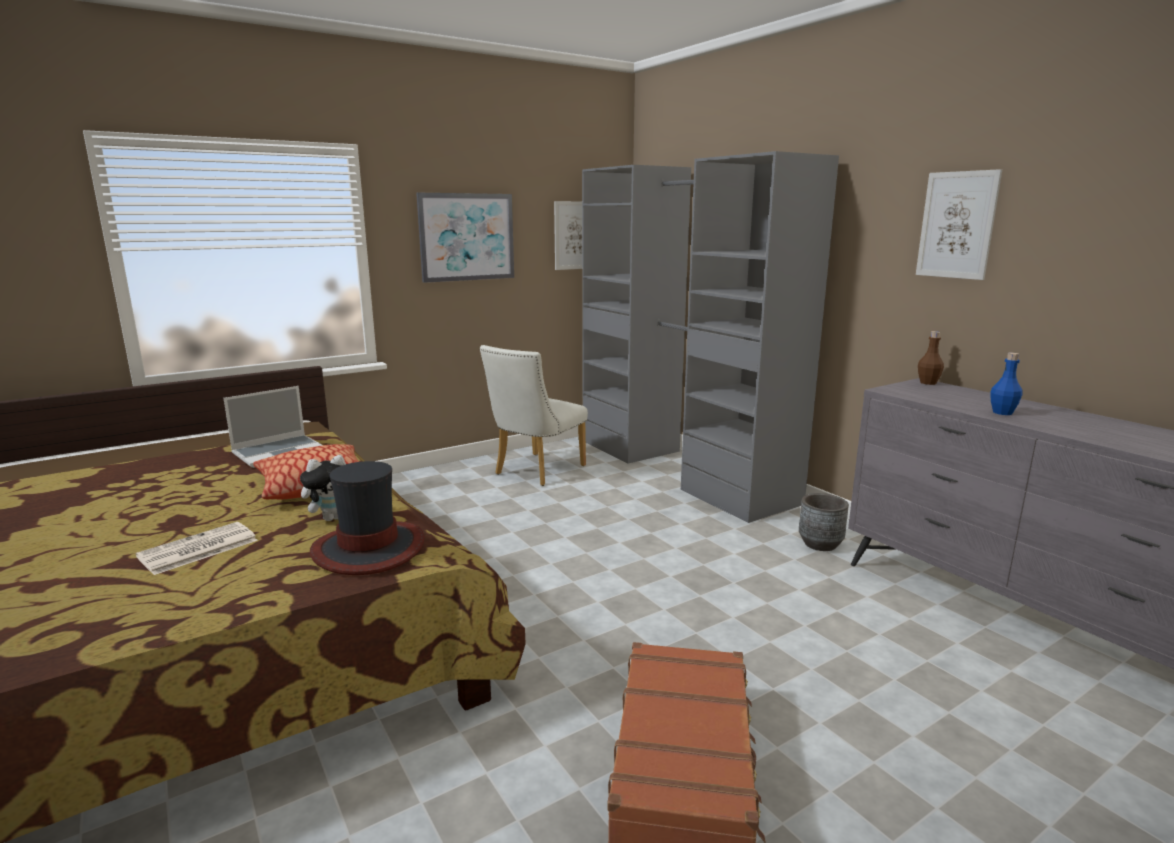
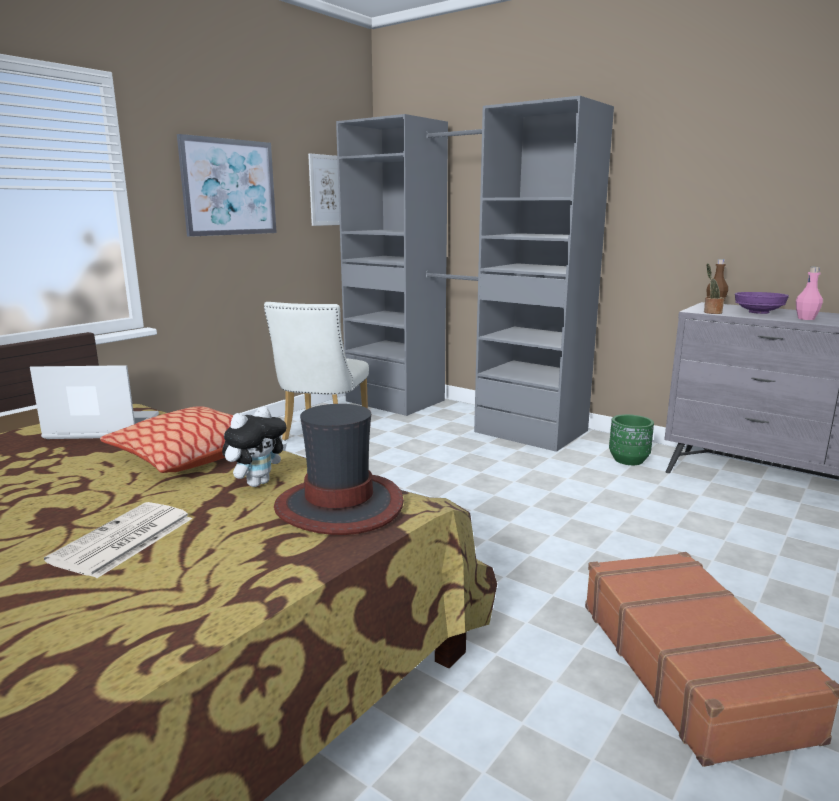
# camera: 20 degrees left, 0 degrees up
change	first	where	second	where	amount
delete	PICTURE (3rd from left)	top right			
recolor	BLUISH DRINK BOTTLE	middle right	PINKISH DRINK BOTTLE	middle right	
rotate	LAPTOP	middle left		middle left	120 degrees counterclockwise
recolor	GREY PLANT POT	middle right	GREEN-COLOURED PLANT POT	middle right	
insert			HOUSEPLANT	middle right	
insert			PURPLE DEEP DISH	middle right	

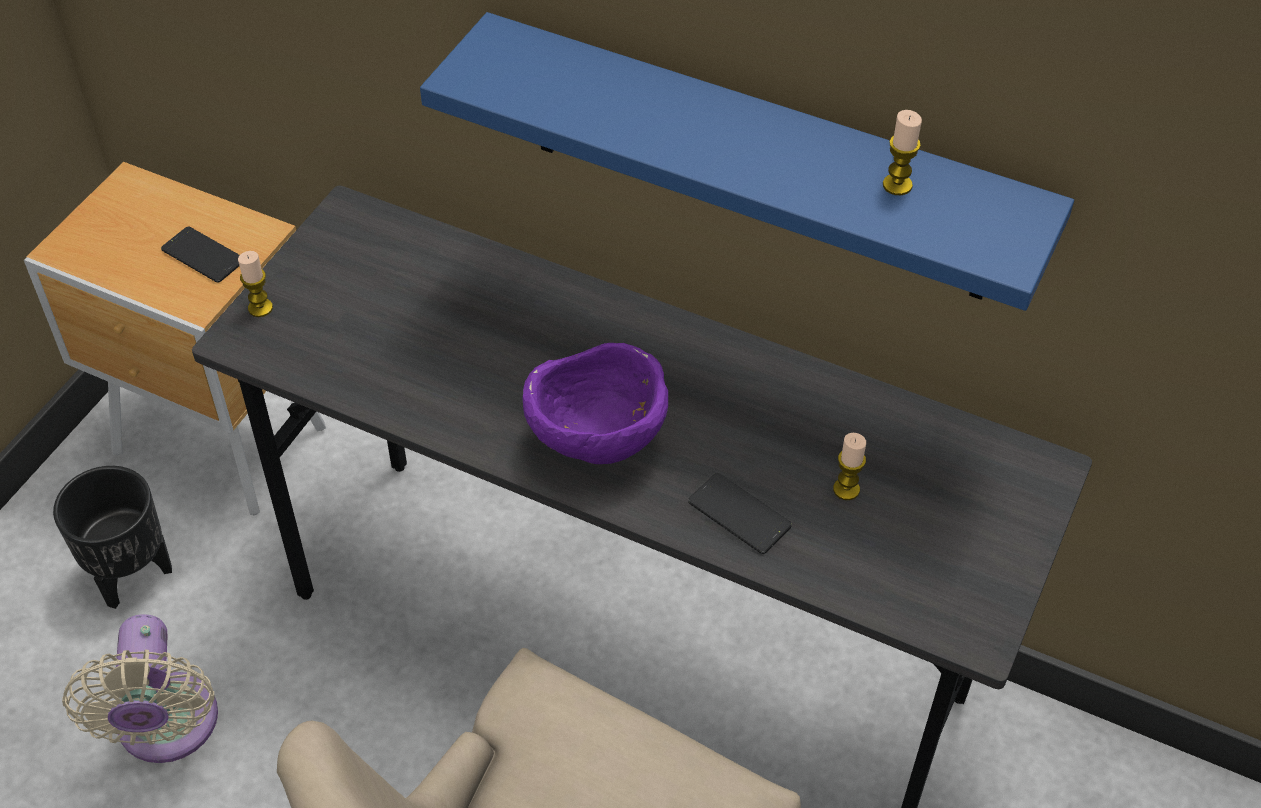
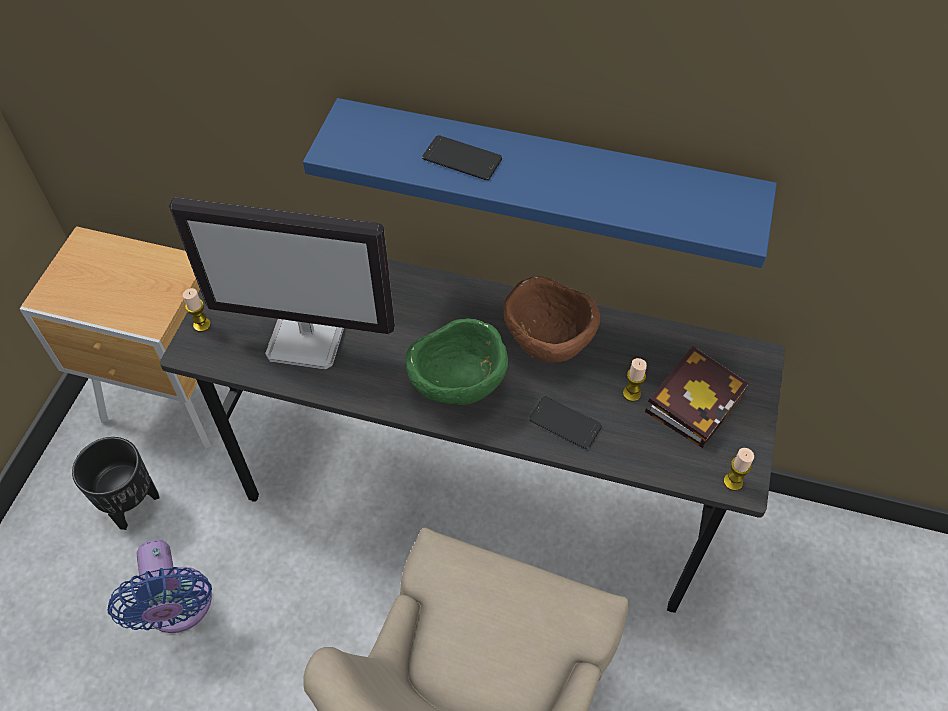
# camera: 10 degrees left, 5 degrees up
change	first	where	second	where	amount
move	WAX LIGHT (3rd from left)	top right		middle right	
move	TELEPHONE (1st from left)	top left		top centre	
recolor	PURPLE DEEP DISH	centre	GREEN-COLOURED DEEP DISH	centre	
recolor	SAND-COLOURED ELECTRIC FAN	bottom left	BLUISH ELECTRIC FAN	bottom left	
insert			COMPUTER SCREEN	middle left	
insert			BROWN DEEP DISH	centre	
insert			BOOK	middle right	

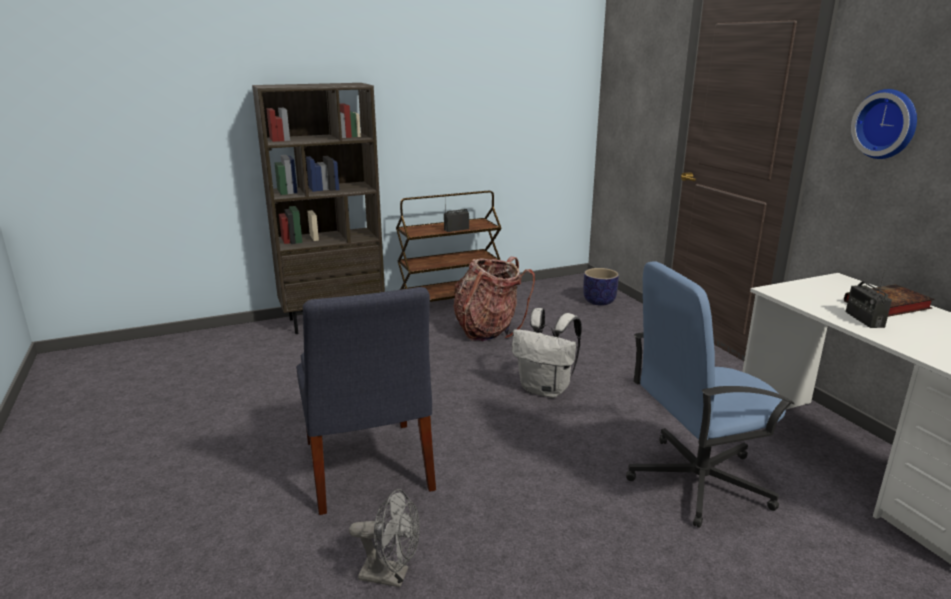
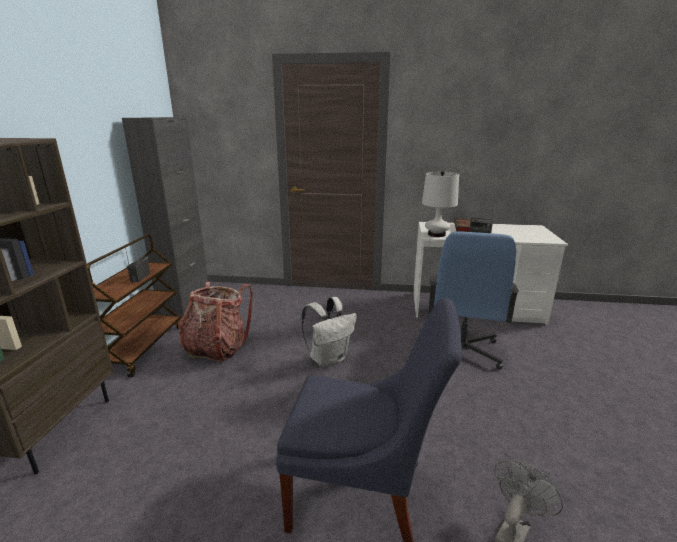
# camera: 60 degrees left, 0 degrees up
change	first	where	second	where	amount
delete	WALL CLOCK	top right			
delete	PLANT POT	centre			
insert			BLACK-COLOURED STORAGE CABINET	middle left	
insert			WHITISH TABLETOP LAMP	centre	

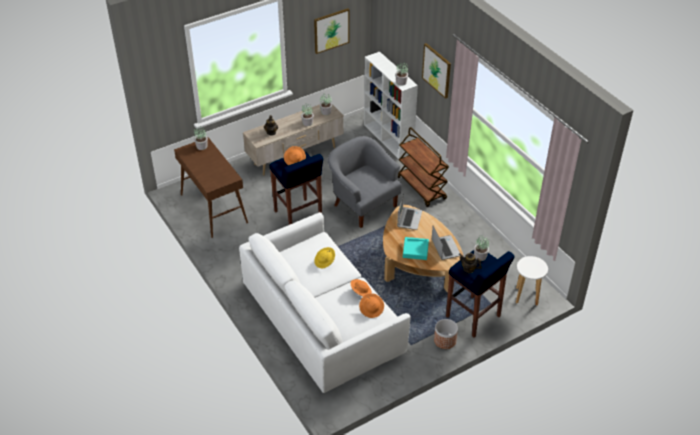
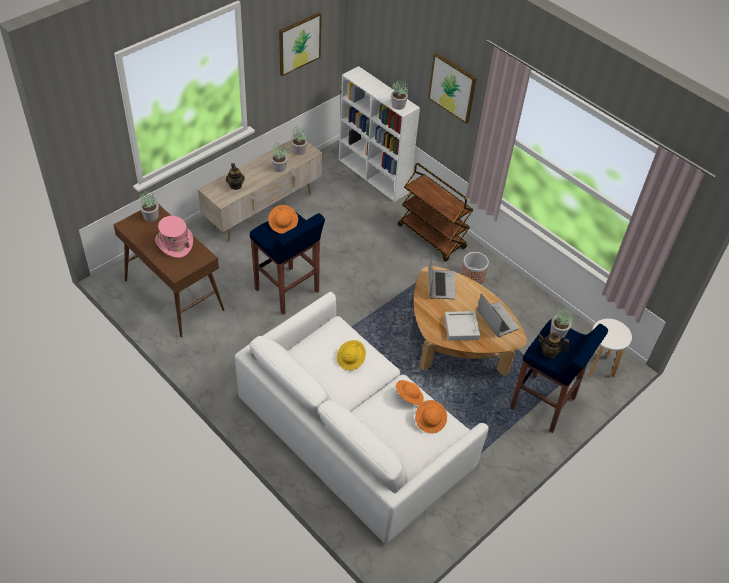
# camera: 15 degrees left, 5 degrees up
change	first	where	second	where	amount
delete	GREY EASY CHAIR	centre			
recolor	BLUE-GREEN SERVING TRAY	centre	GREY SERVING TRAY	centre	
move	PLANT POT	bottom centre		centre	
insert			PINKISH WEARABLE HAT	middle left	

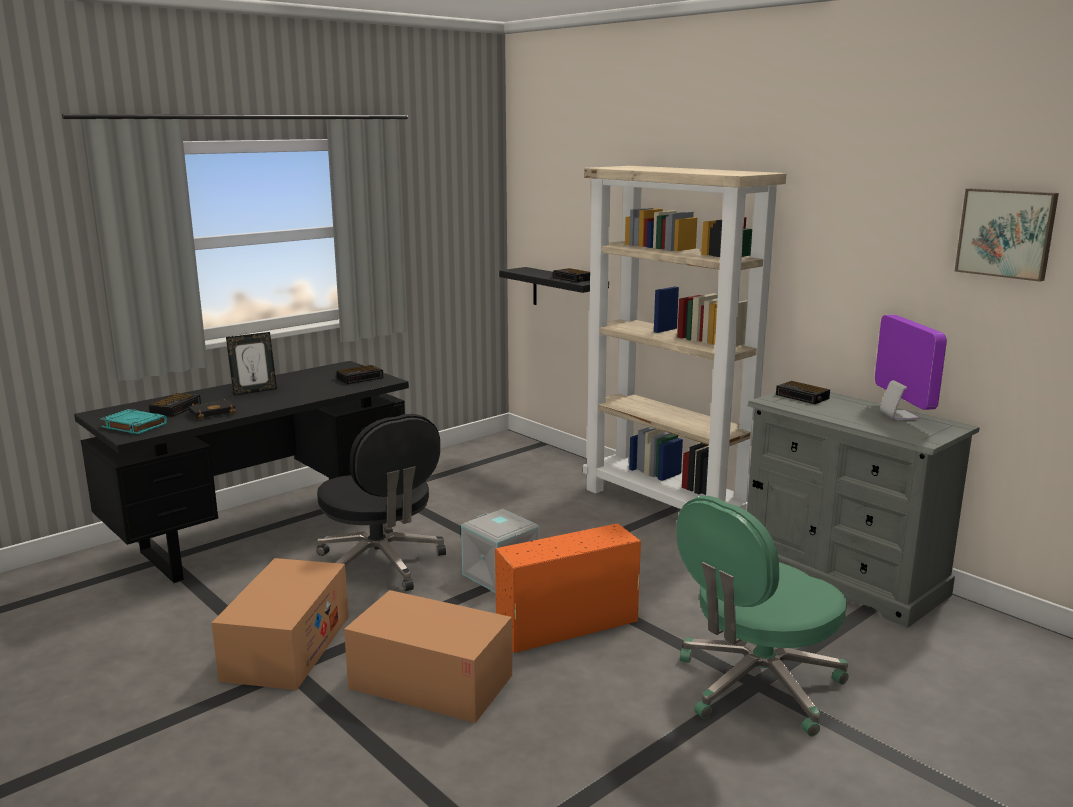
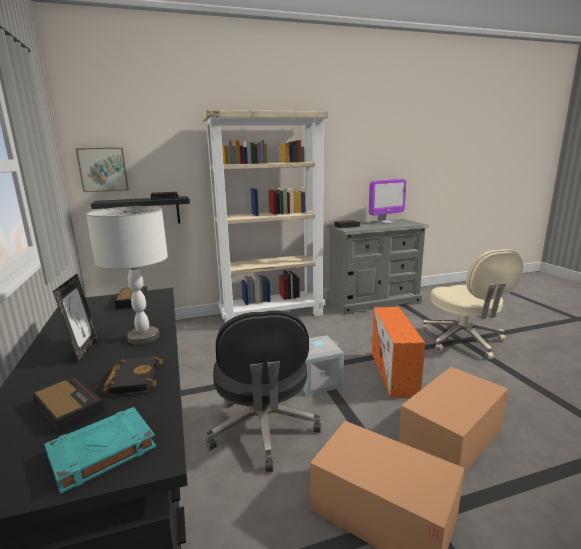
# camera: 65 degrees left, 0 degrees up
change	first	where	second	where	amount
move	PICTURE	top right		top left	
rotate	COMPUTER SCREEN	middle right		centre	135 degrees clockwise
rotate	BLACK-COLOURED DESK CHAIR	centre		bottom centre	90 degrees clockwise
recolor	GREEN-COLOURED DESK CHAIR	bottom right	SAND-COLOURED DESK CHAIR	middle right	
insert			GREY TABLETOP LAMP	middle left	

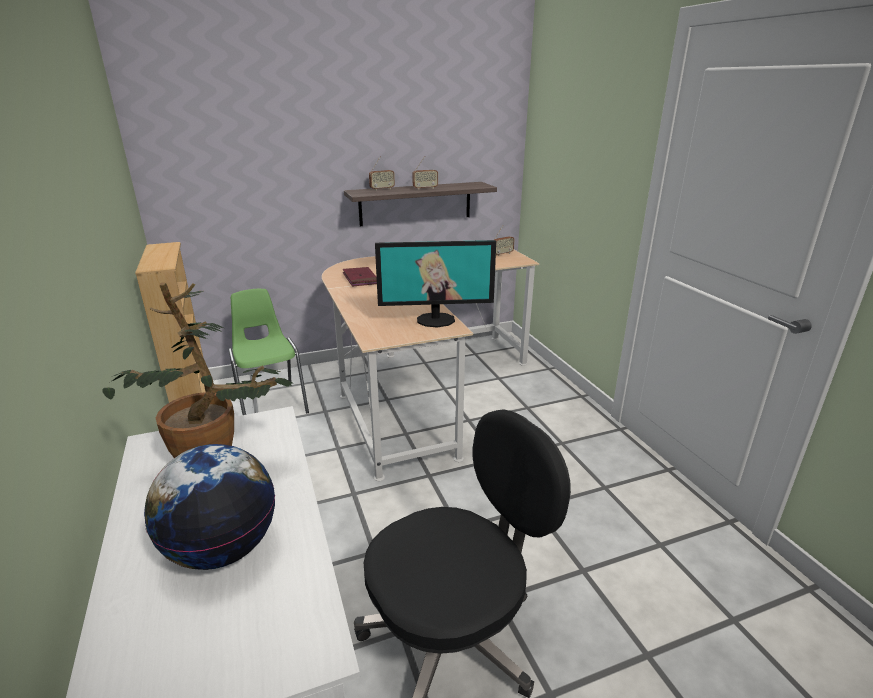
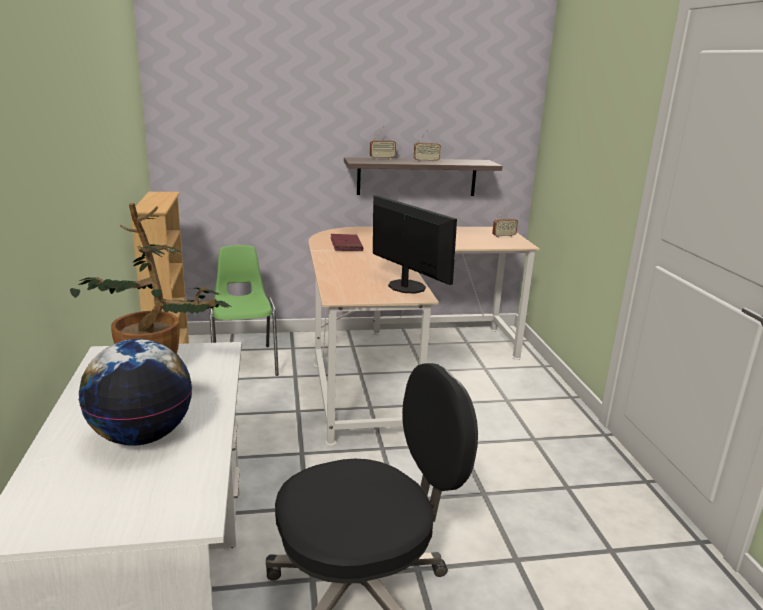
# camera: 10 degrees right, 5 degrees down
change	first	where	second	where	amount
rotate	COMPUTER SCREEN	centre		centre	135 degrees counterclockwise

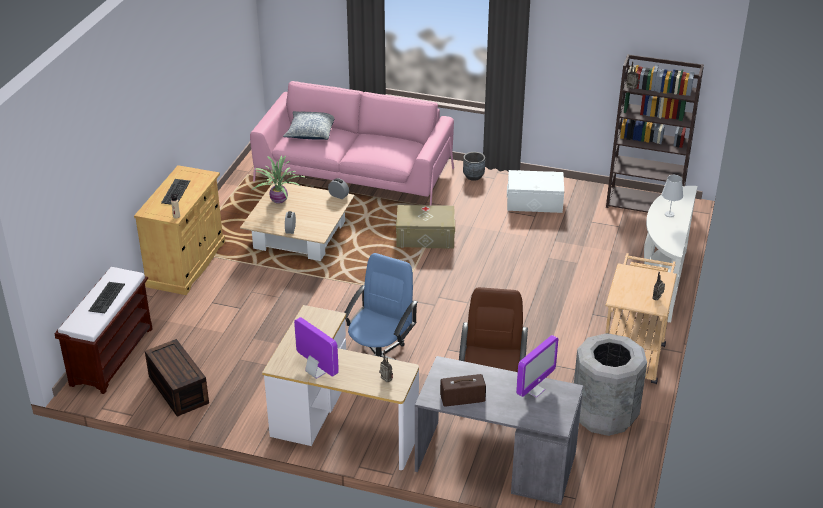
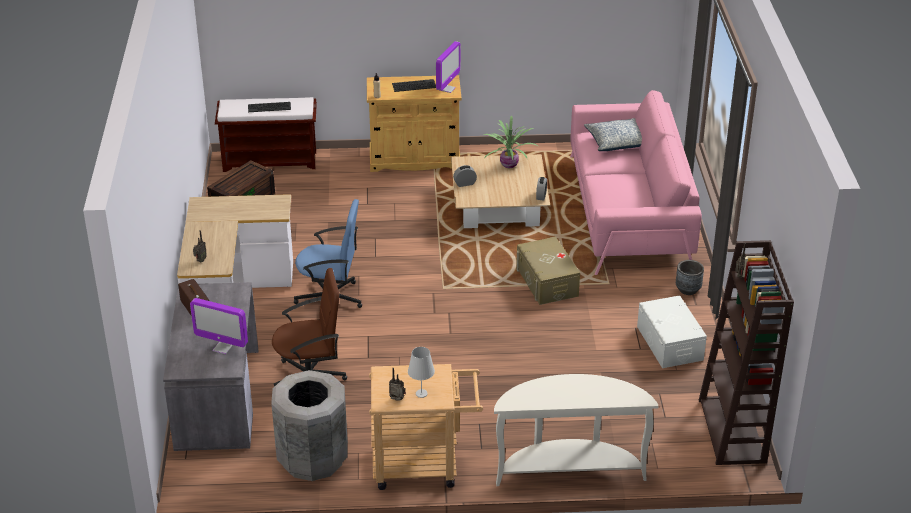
# camera: 70 degrees right, 0 degrees up
change	first	where	second	where	amount
move	WHITISH TABLETOP LAMP	middle right		bottom centre	
move	COMPUTER SCREEN (1st from left in the first image)	bottom centre	COMPUTER SCREEN (2nd from left)	top centre	

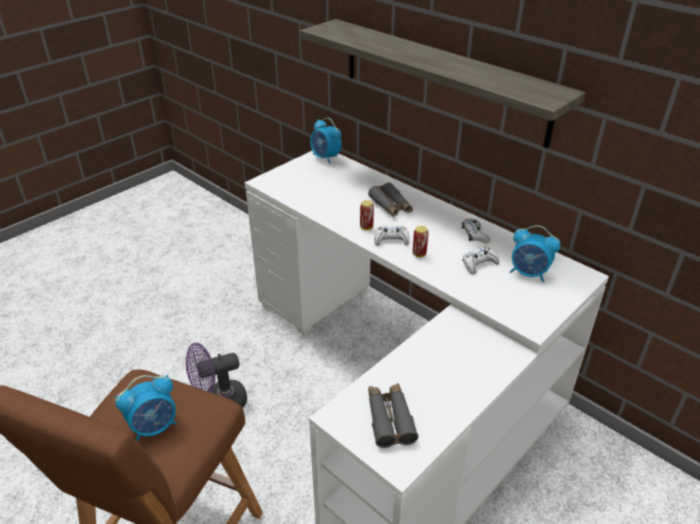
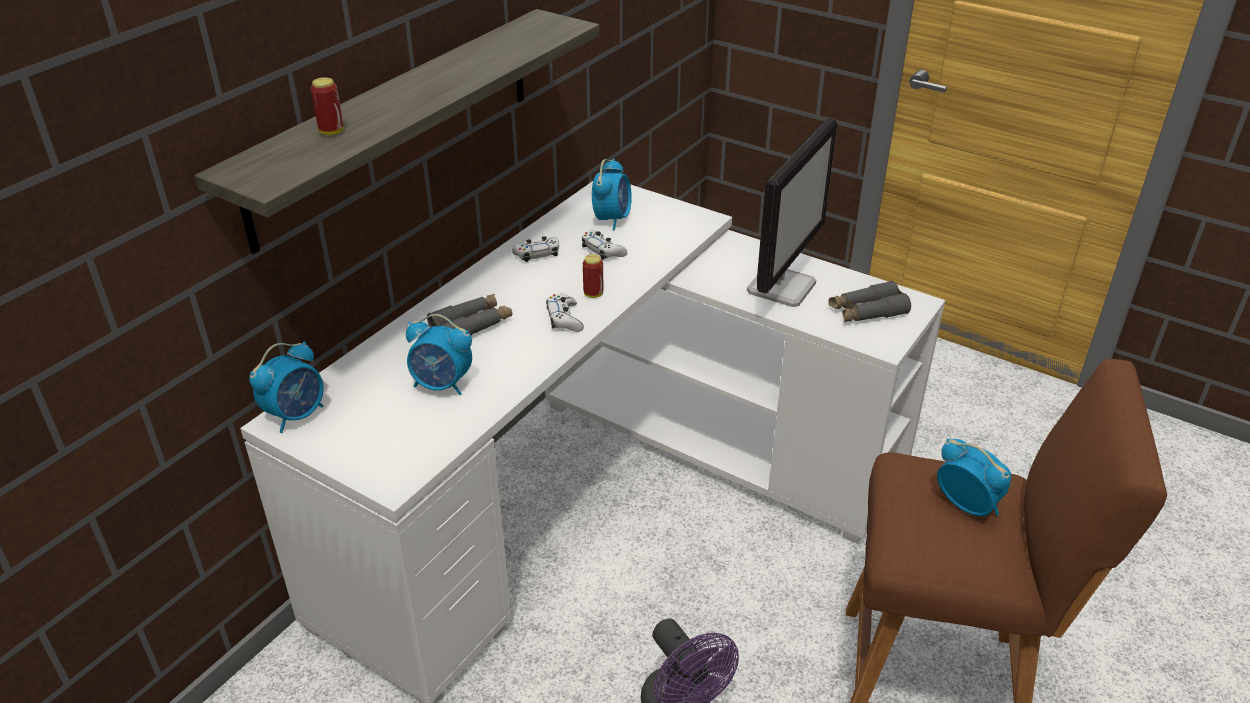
# camera: 100 degrees left, 0 degrees up
change	first	where	second	where	amount
move	METAL CAN (1st from left)	centre		top left	
insert			COMPUTER SCREEN	top centre	
insert			ALARM CLOCK (2nd from left)	centre	

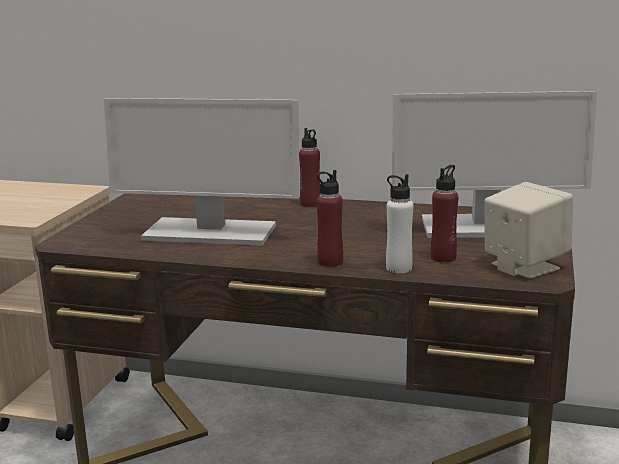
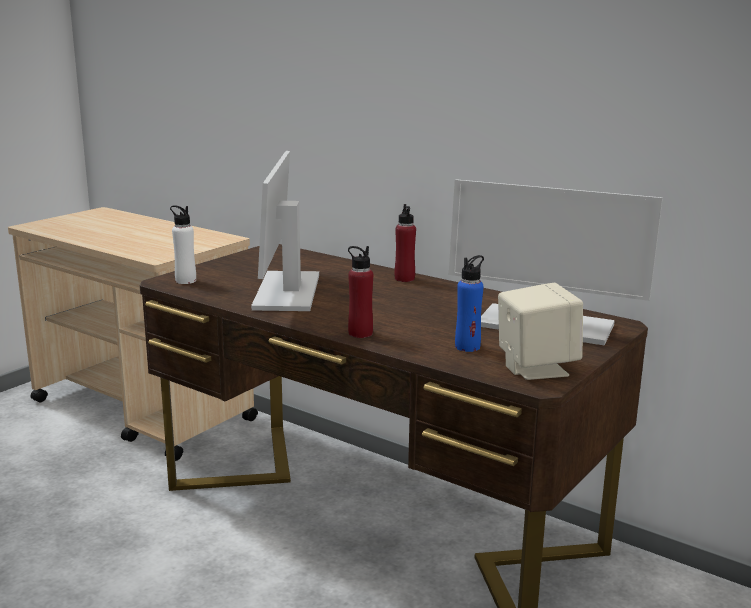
# camera: 20 degrees right, 0 degrees up
change	first	where	second	where	amount
rotate	COMPUTER SCREEN (1st from left)	middle left		centre	60 degrees clockwise
recolor	RED DRINK BOTTLE (3rd from left)	middle right	BLUISH DRINK BOTTLE	centre	
move	WHITISH DRINK BOTTLE	centre		middle left	

